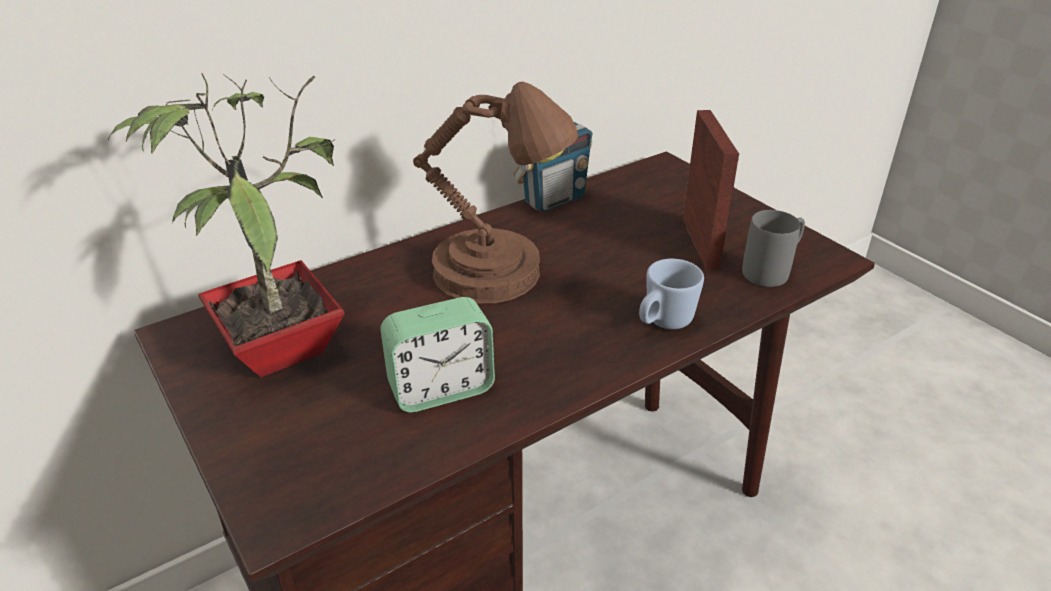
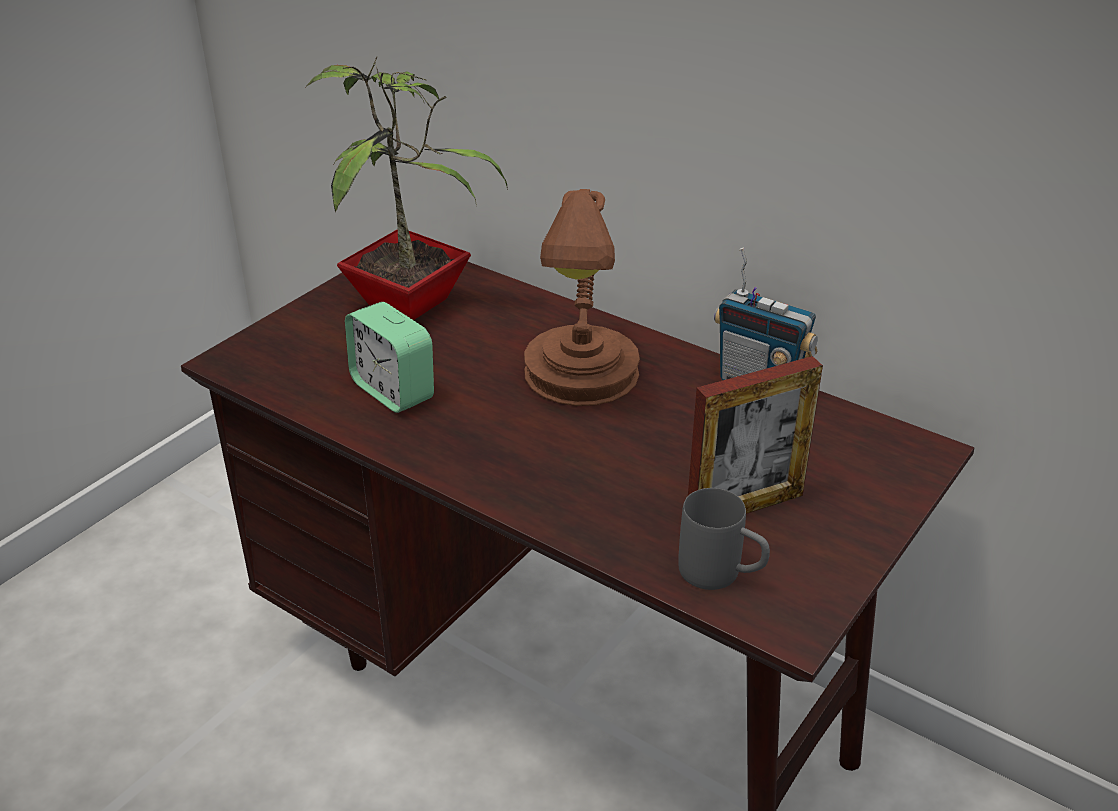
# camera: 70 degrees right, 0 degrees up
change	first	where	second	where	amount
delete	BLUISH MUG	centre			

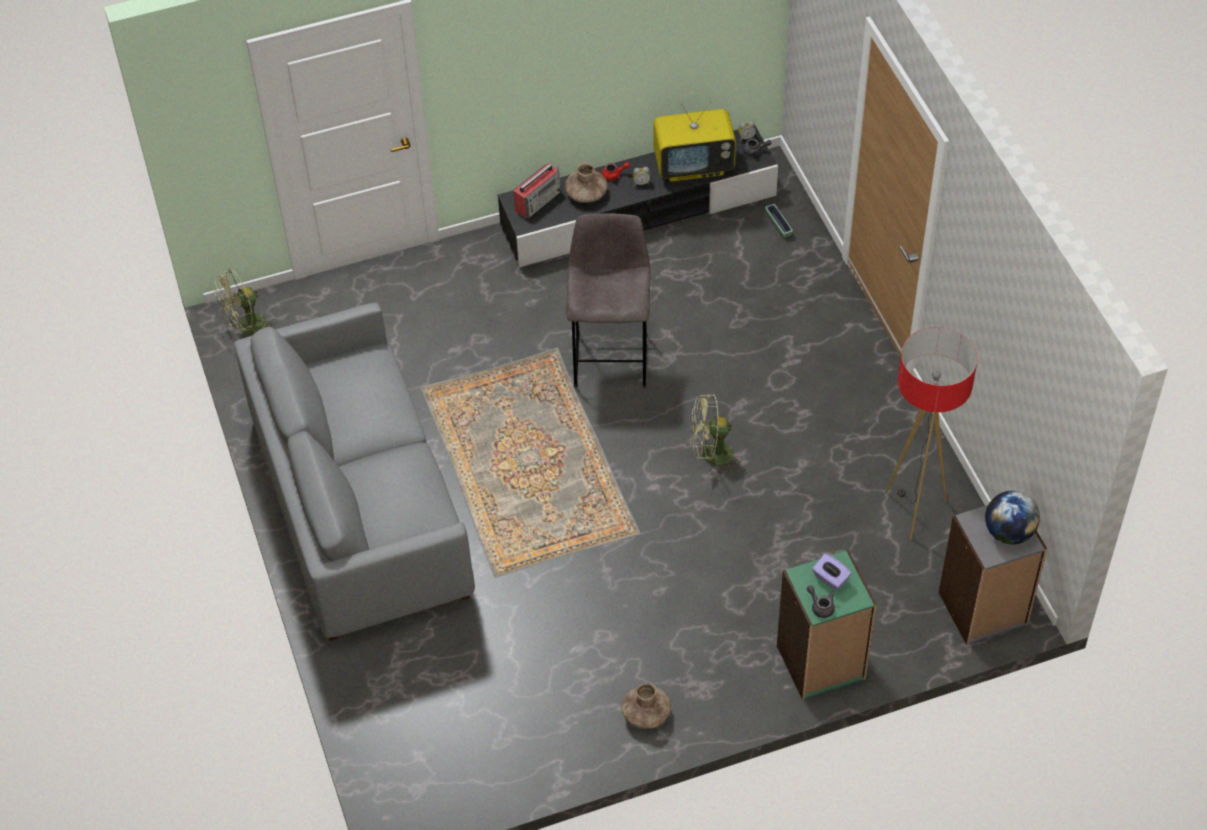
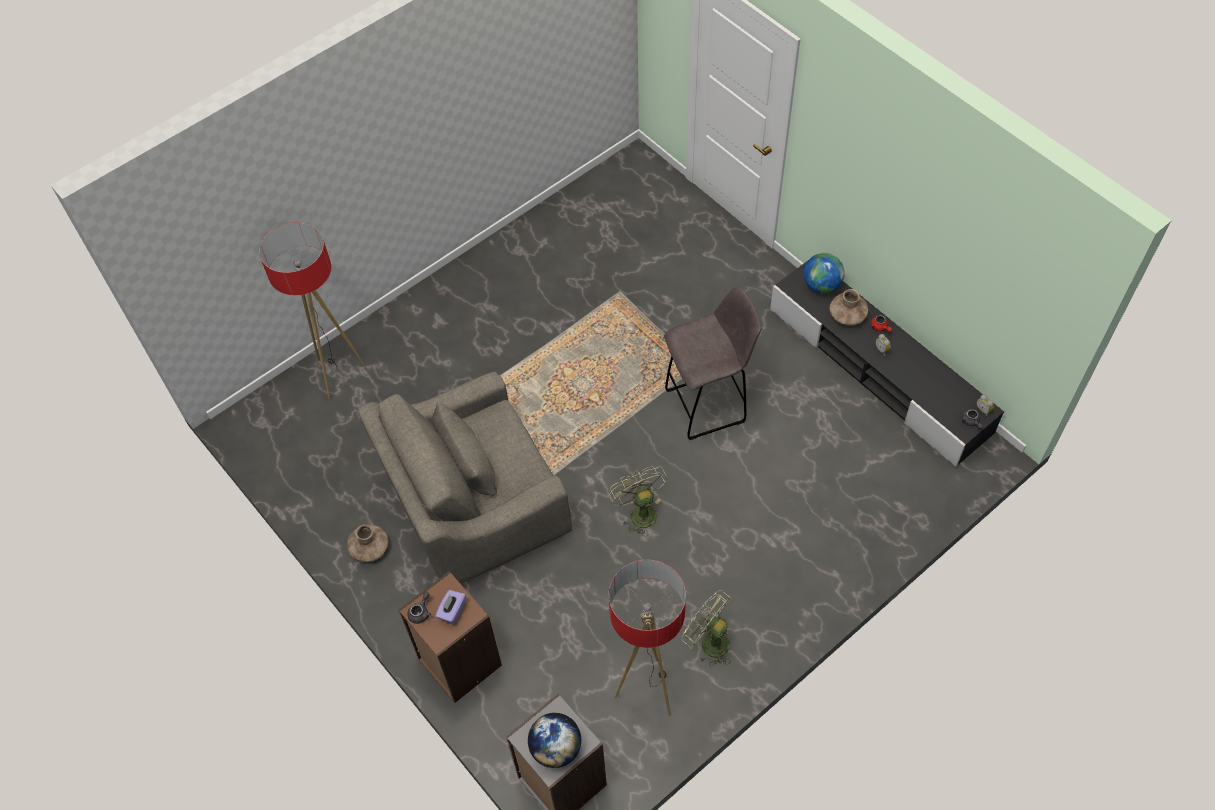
# camera: 70 degrees right, 5 degrees up
change	first	where	second	where	amount
delete	TV	top centre			
replace	RADIO	top centre	WORLD GLOBE (2nd from left)	middle right	
delete	PLANT POT	top centre			
move	GREEN-COLOURED ELECTRIC FAN (1st from left in the first image)	middle left	GREEN-COLOURED ELECTRIC FAN (2nd from left)	bottom centre	
delete	GREY SETTEE	middle left			
recolor	GREEN-COLOURED BOOKSHELF	bottom right	BROWN BOOKSHELF	bottom centre	
insert			STANDING LAMP (1st from left)	middle left	
insert			GREY EASY CHAIR	centre	

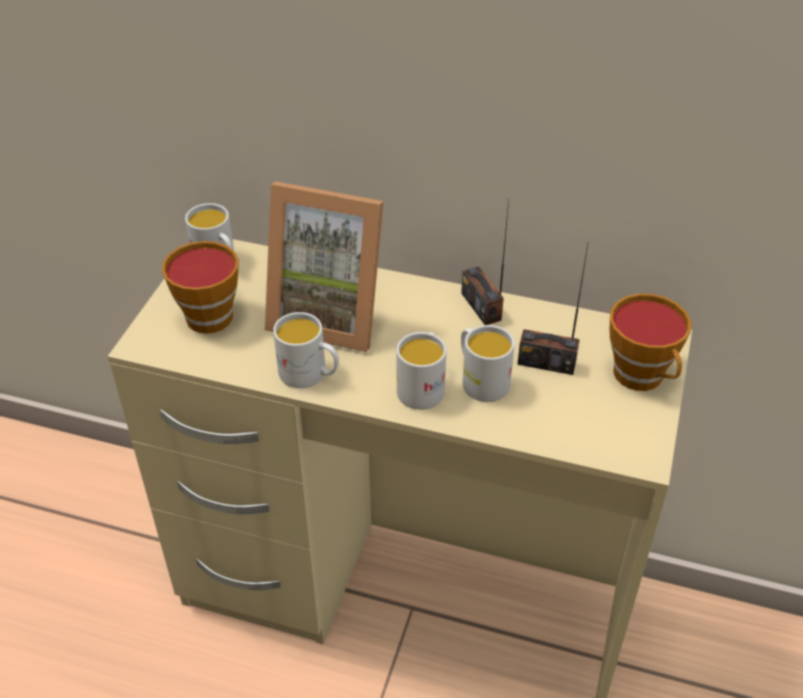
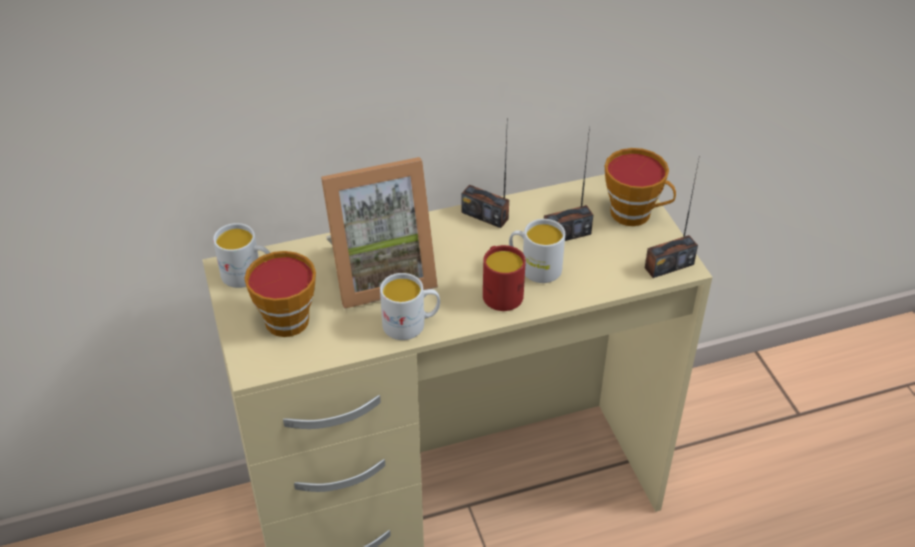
# camera: 35 degrees left, 0 degrees up
change	first	where	second	where	amount
recolor	WHITISH MUG (3rd from left)	centre	RED MUG	centre	
insert			RADIO (3rd from left)	middle right	

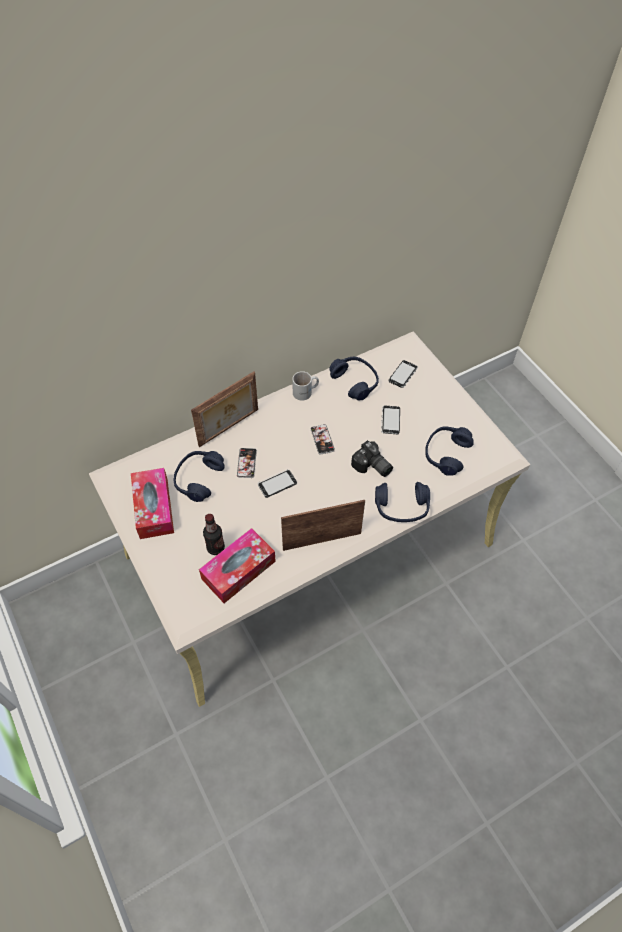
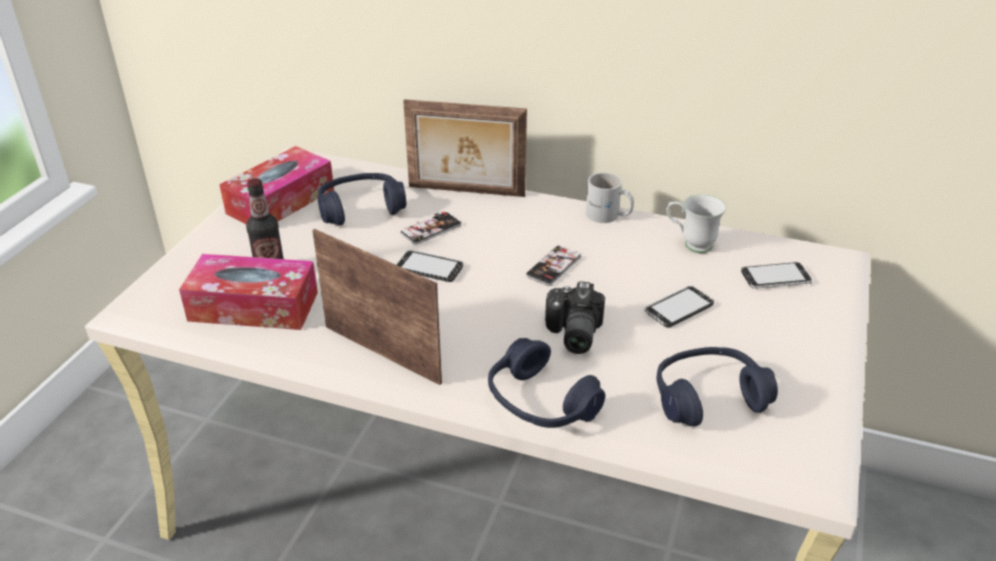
# camera: 50 degrees right, 20 degrees down
change	first	where	second	where	amount
replace	BLUISH HEADPHONES (2nd from left)	centre	WHITISH MUG (2nd from left)	middle right	

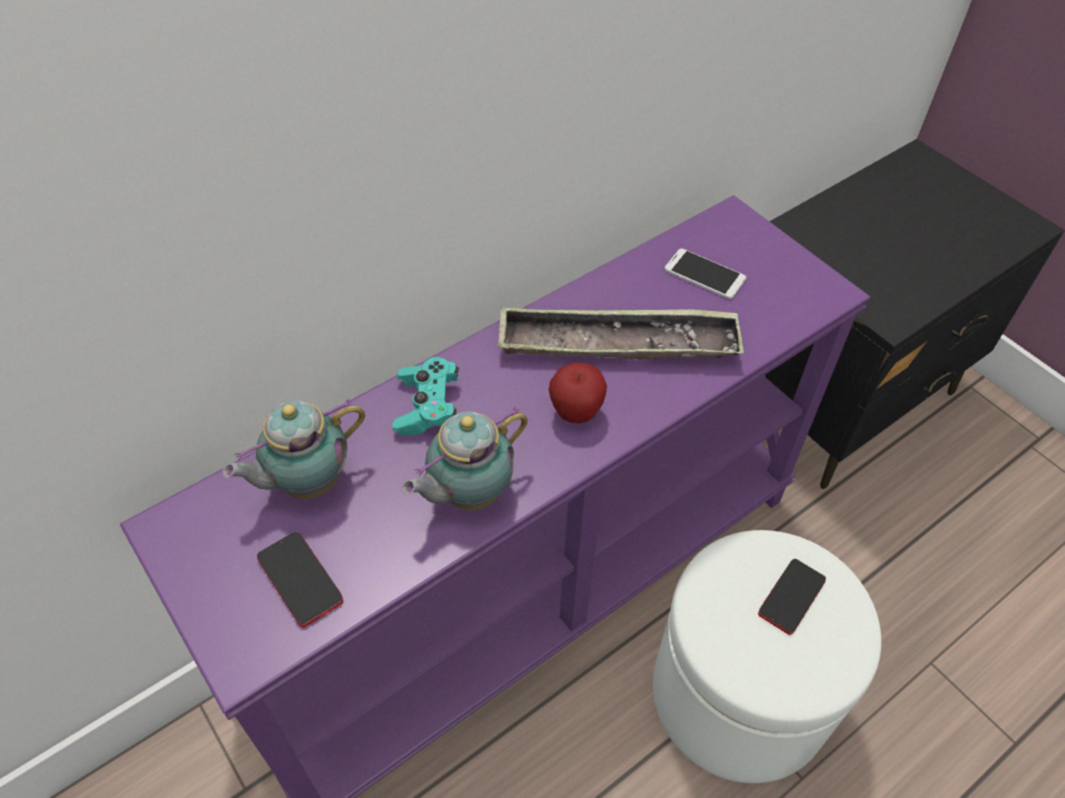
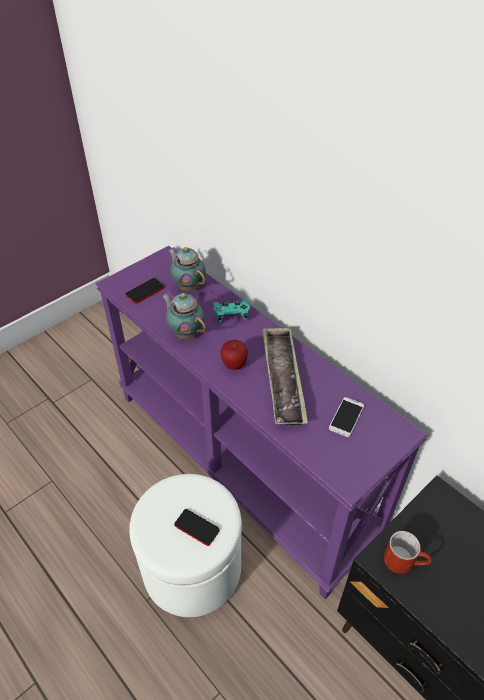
# camera: 85 degrees right, 5 degrees down
change	first	where	second	where	amount
insert			RED MUG	bottom right	

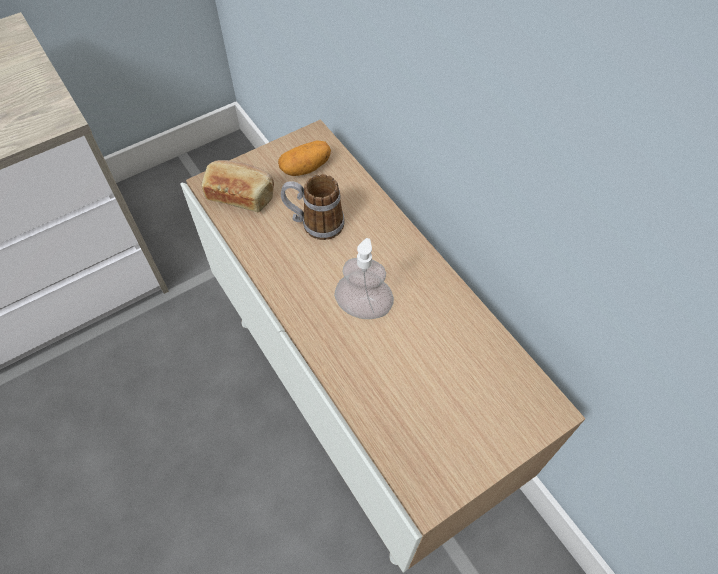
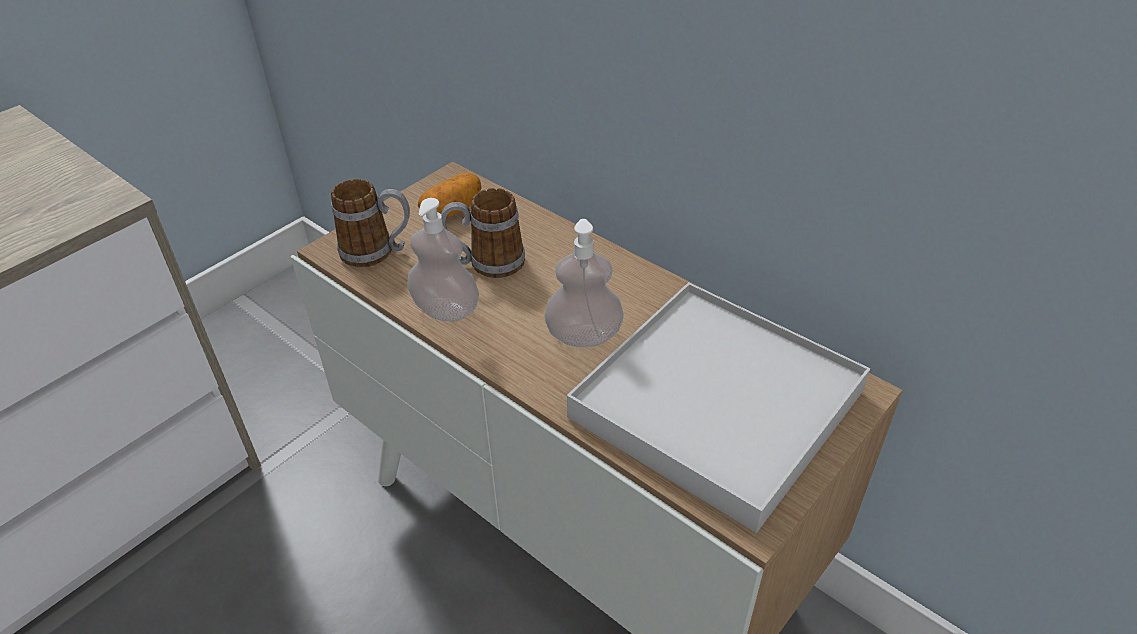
# camera: 15 degrees left, 15 degrees down
change	first	where	second	where	amount
replace	BAKERY BREAD	top left	MUG (1st from left)	middle left	
insert			SOAP BOTTLE (1st from left)	centre	
insert			WHITISH SERVING TRAY	centre	

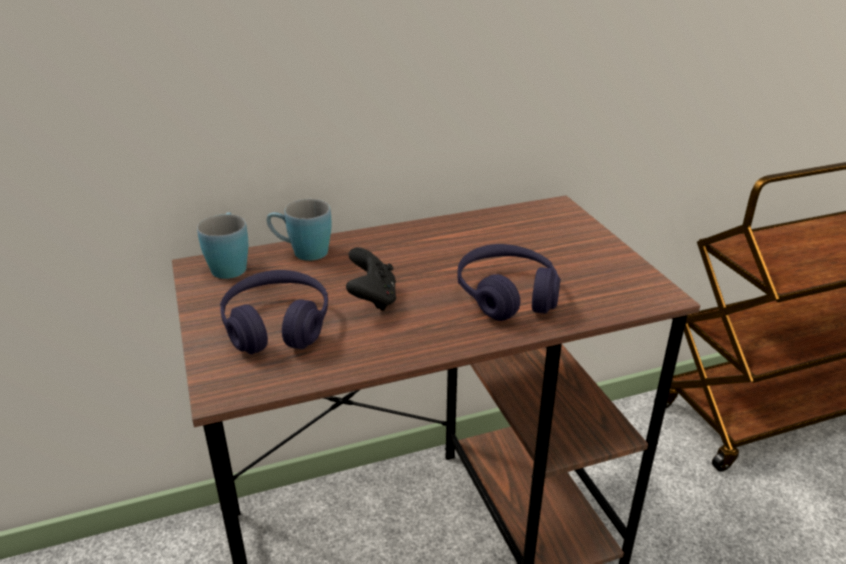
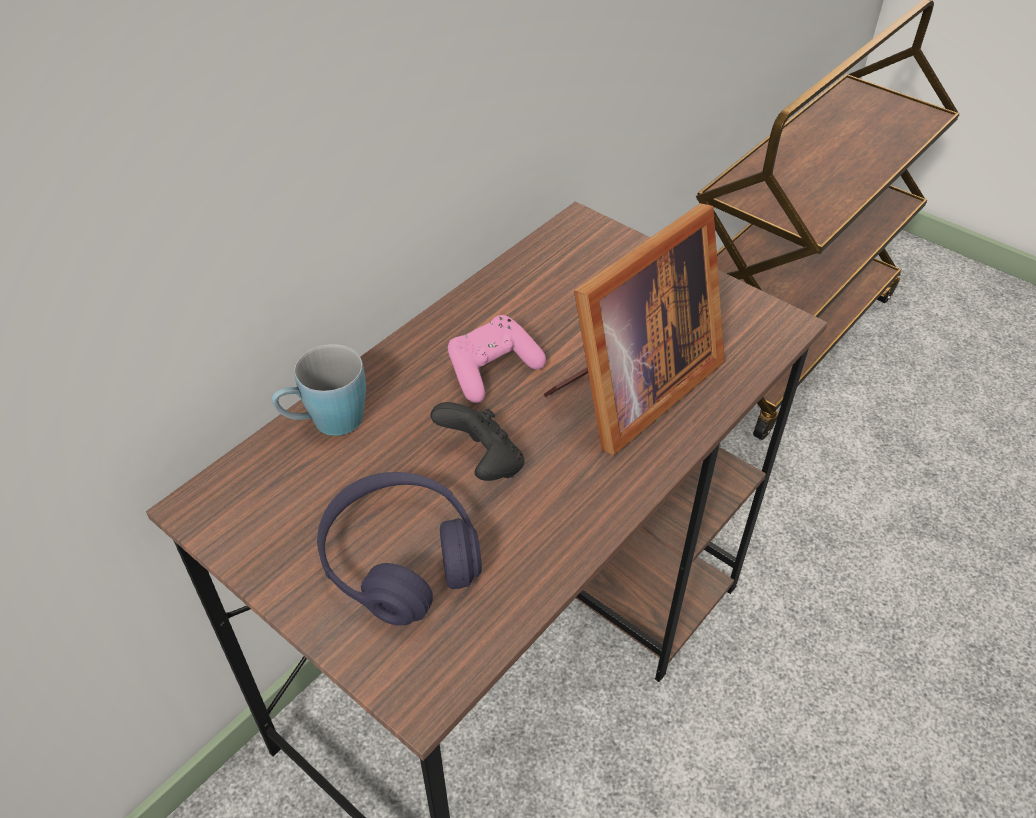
# camera: 30 degrees left, 15 degrees up
change	first	where	second	where	amount
delete	BLUISH MUG (1st from left)	middle left			
replace	PURPLE HEADPHONES (2nd from left)	centre	PHOTO FRAME	centre	
insert			PINKISH GAMEPAD	centre	

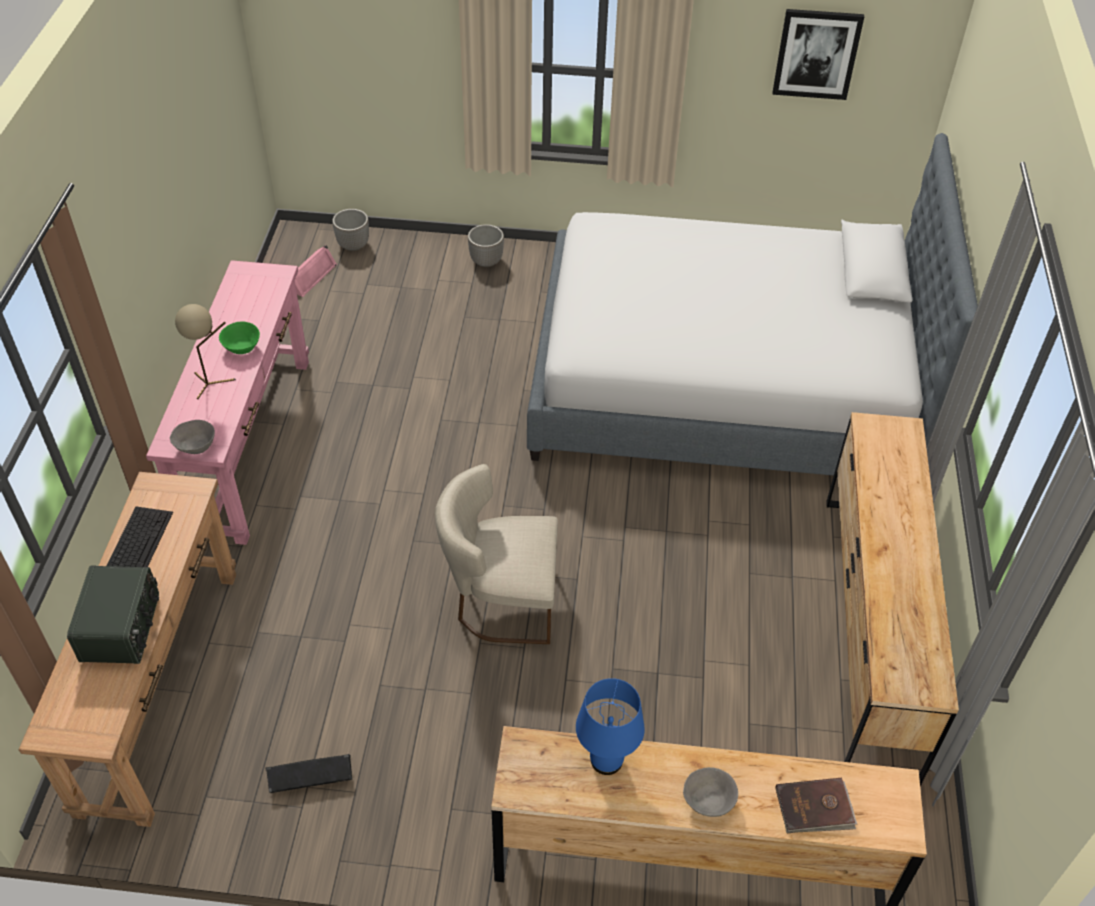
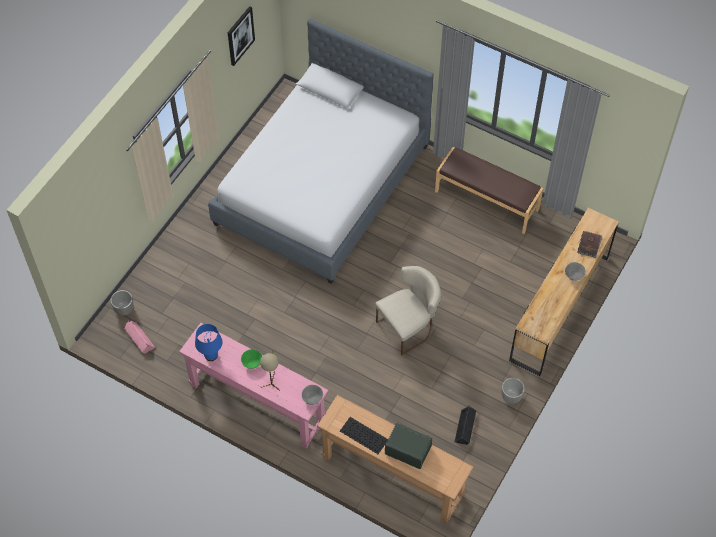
# camera: 65 degrees left, 10 degrees up
change	first	where	second	where	amount
move	PLANT POT (2nd from left)	top centre		bottom right	
replace	BROWN CHEST OF DRAWERS (2nd from left)	middle right	BROWN LONG SEAT	middle right	
rotate	SAND-COLOURED PLAIN CHAIR	centre		centre	150 degrees counterclockwise
move	BLUISH TABLETOP LAMP	bottom centre		middle left	

